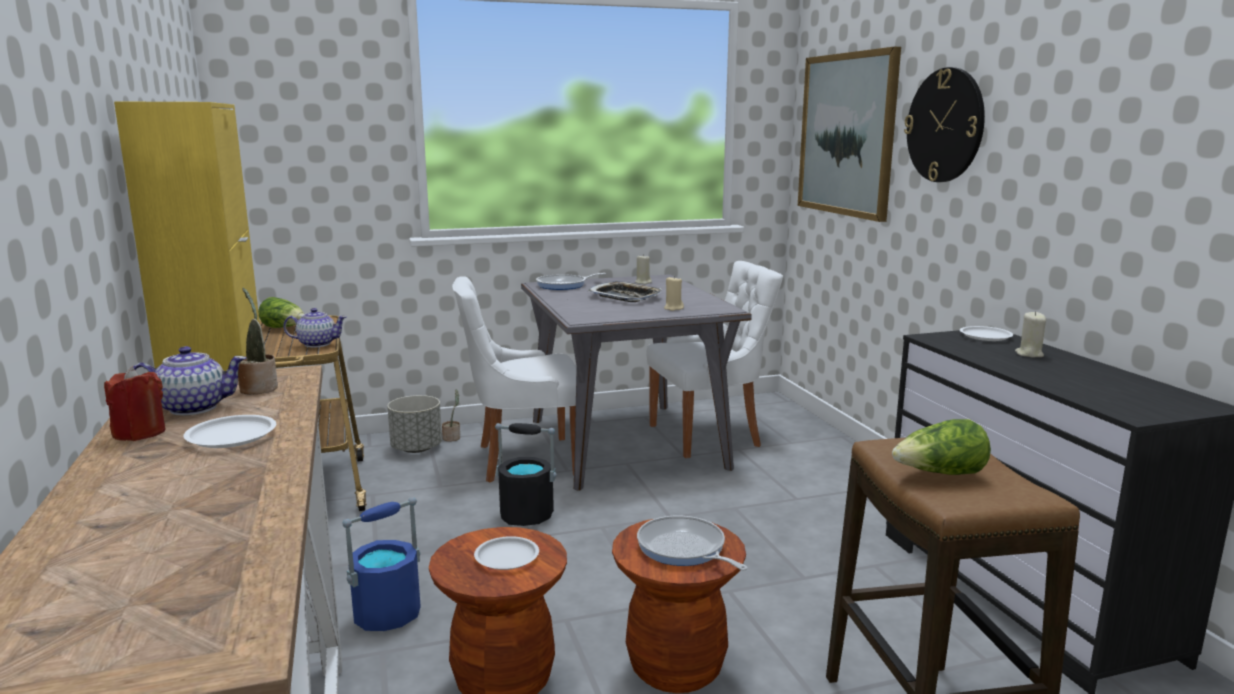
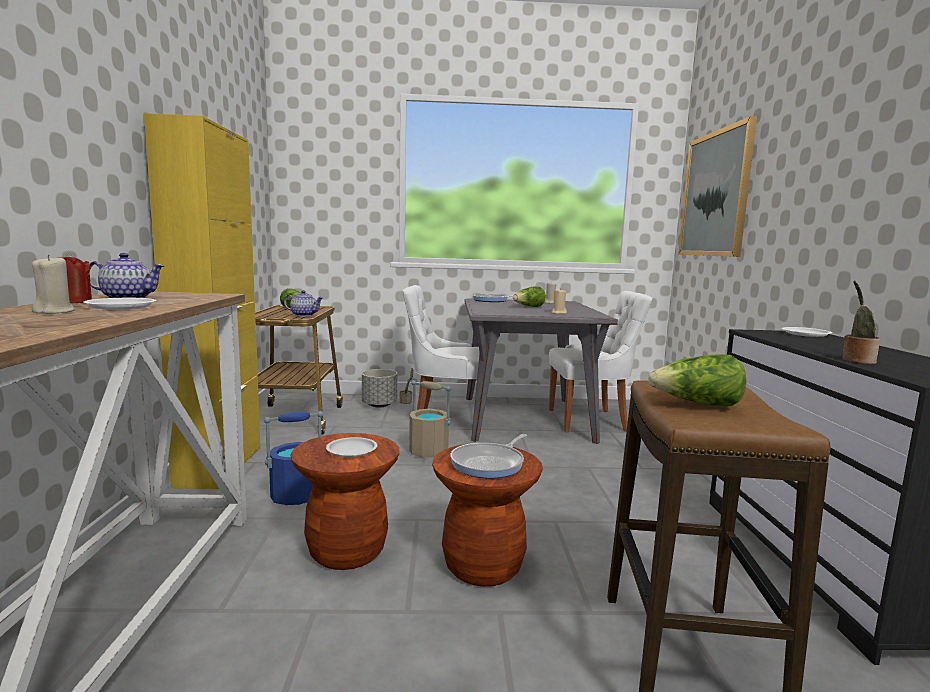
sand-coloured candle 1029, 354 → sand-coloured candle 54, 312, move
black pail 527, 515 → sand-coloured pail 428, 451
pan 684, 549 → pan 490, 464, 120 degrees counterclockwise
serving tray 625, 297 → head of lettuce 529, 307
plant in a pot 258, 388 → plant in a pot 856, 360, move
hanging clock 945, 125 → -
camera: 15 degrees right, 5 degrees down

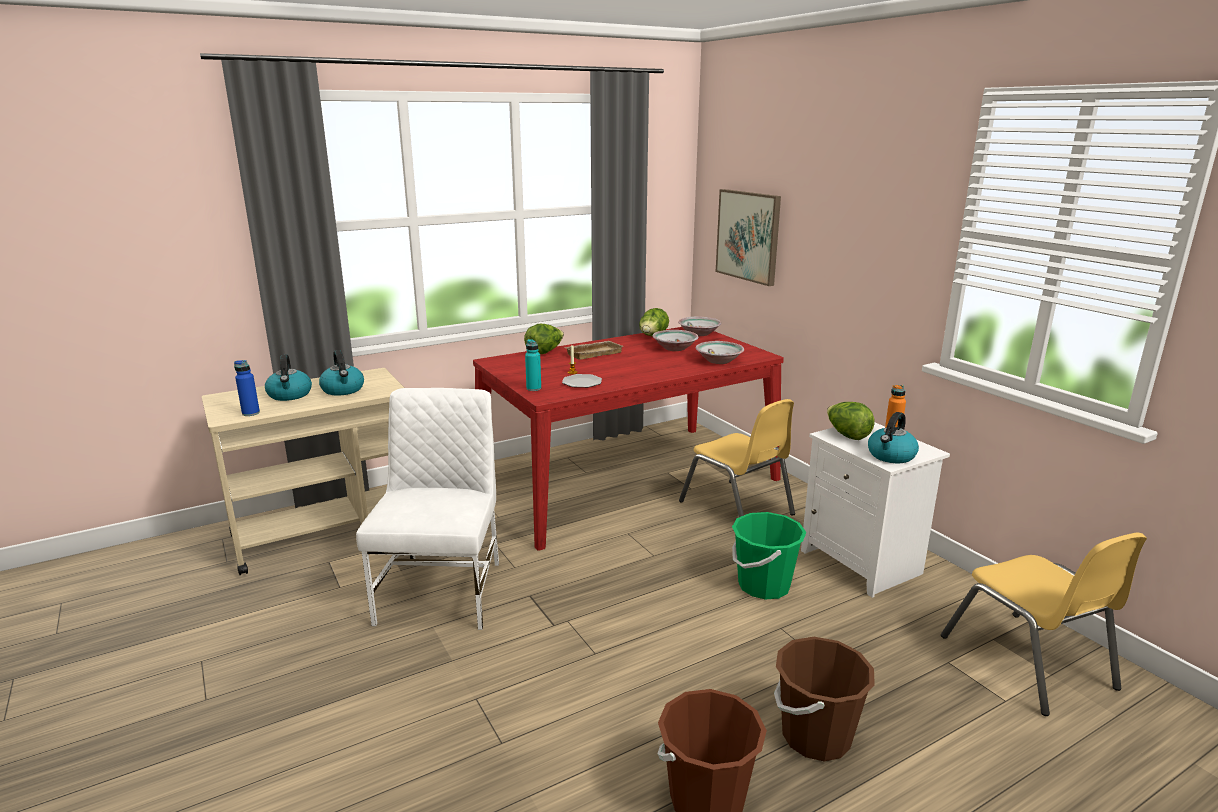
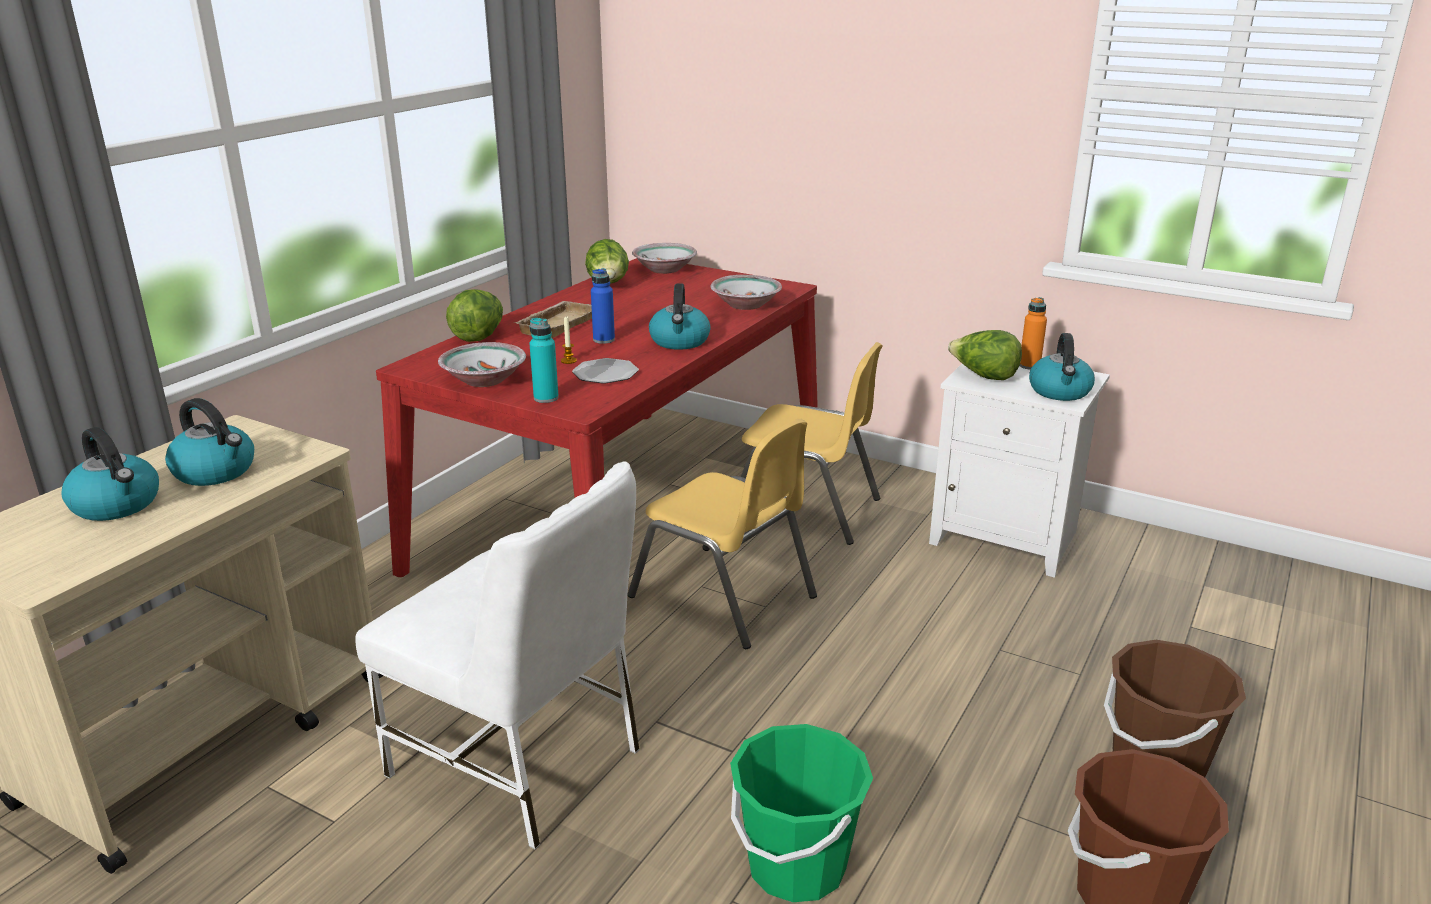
white plain chair 443, 591 → white plain chair 519, 762, 150 degrees clockwise
bowl 674, 348 → bowl 483, 380, move
blue-coloured beverage bottle 251, 413 → blue-coloured beverage bottle 604, 340, move
yellow-coloured plain chair 1027, 662 → yellow-coloured plain chair 724, 597, move
- → water kettle 680, 341
green-coloured pail 763, 586 → green-coloured pail 796, 866, move
picture 748, 236 → -
camera: 30 degrees left, 5 degrees up

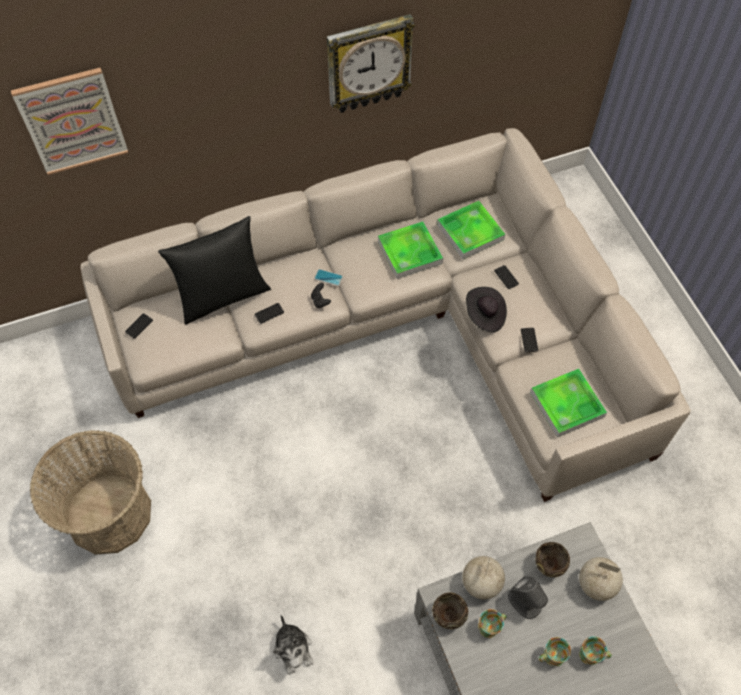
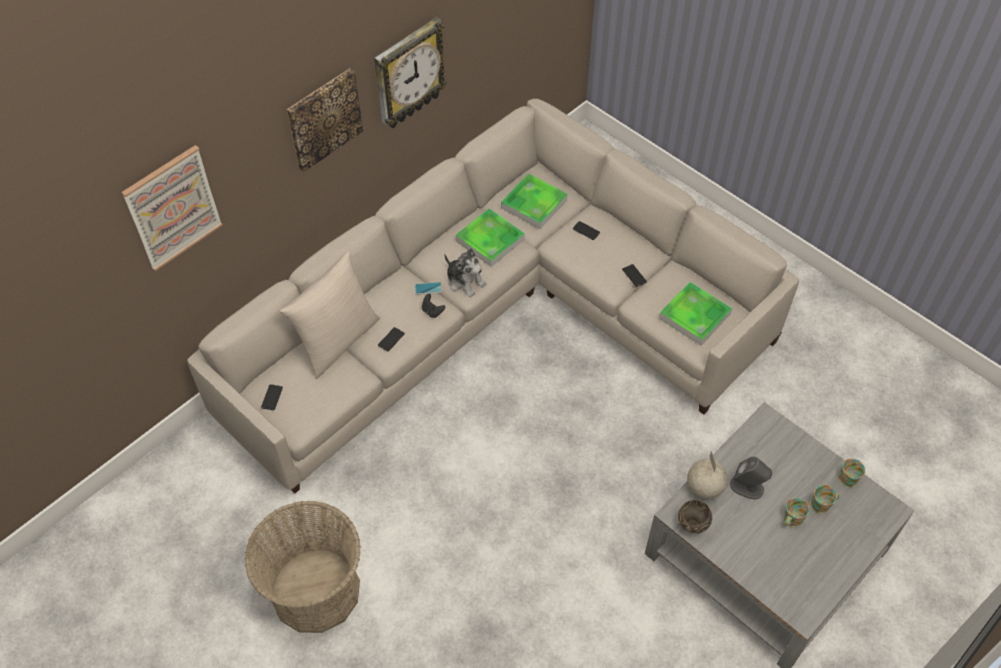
black throw pillow 222, 296 → sand-coloured throw pillow 337, 341
- → picture 324, 119
soft toy 293, 649 → soft toy 465, 281, move
coffee mug 491, 626 → coffee mug 849, 477, move
black hat 485, 315 → -
brown-coloured bowl 549, 566 → -
desk globe 596, 585 → -
camera: 25 degrees left, 5 degrees down

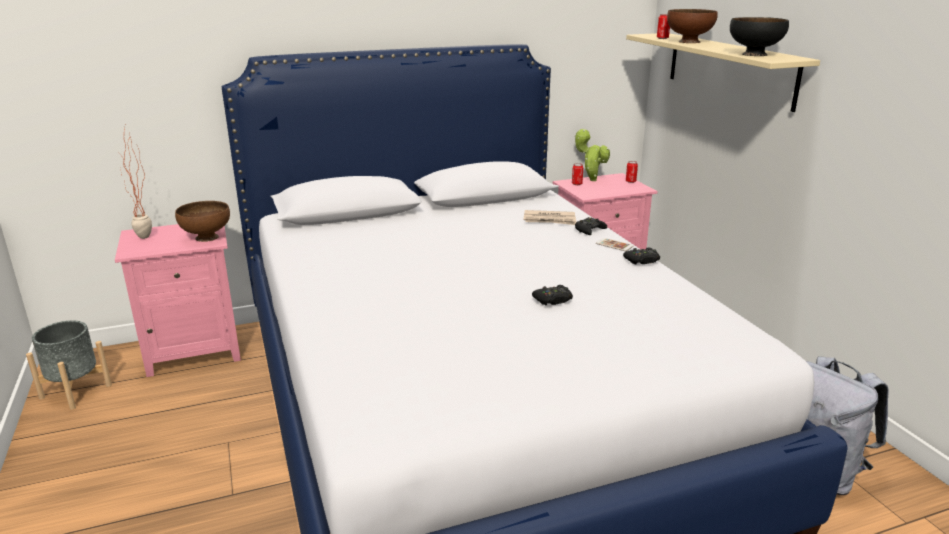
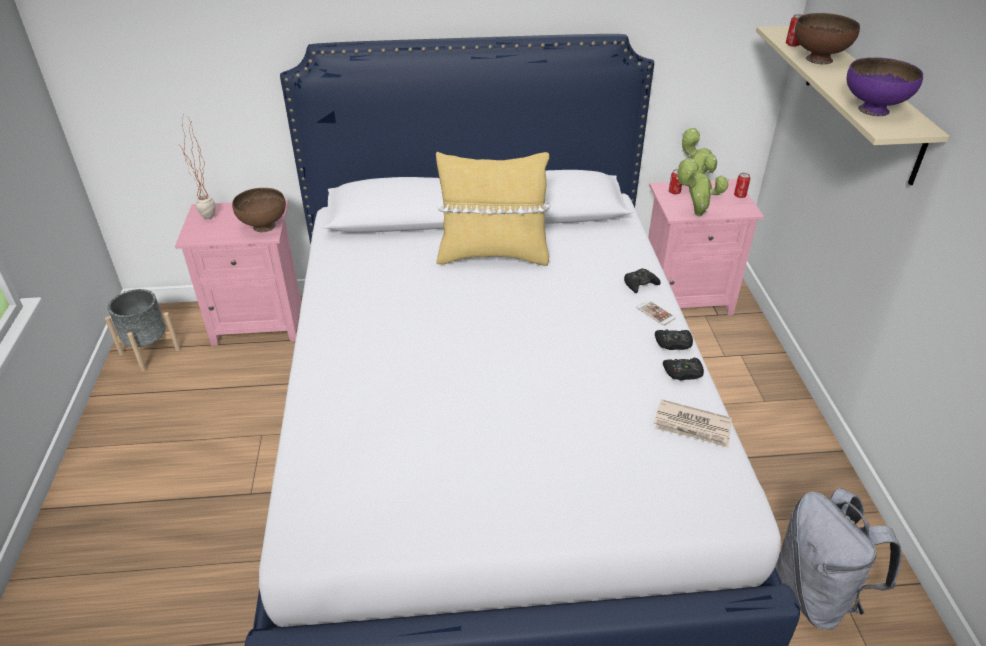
- → yellow-coloured throw pillow 492, 255
newspaper 550, 220 → newspaper 692, 426, move
black joypad 553, 300 → black joypad 683, 373, move
- → plant in a pot 695, 214
black bowl 754, 54 → purplish bowl 873, 109
camera: 15 degrees right, 15 degrees up

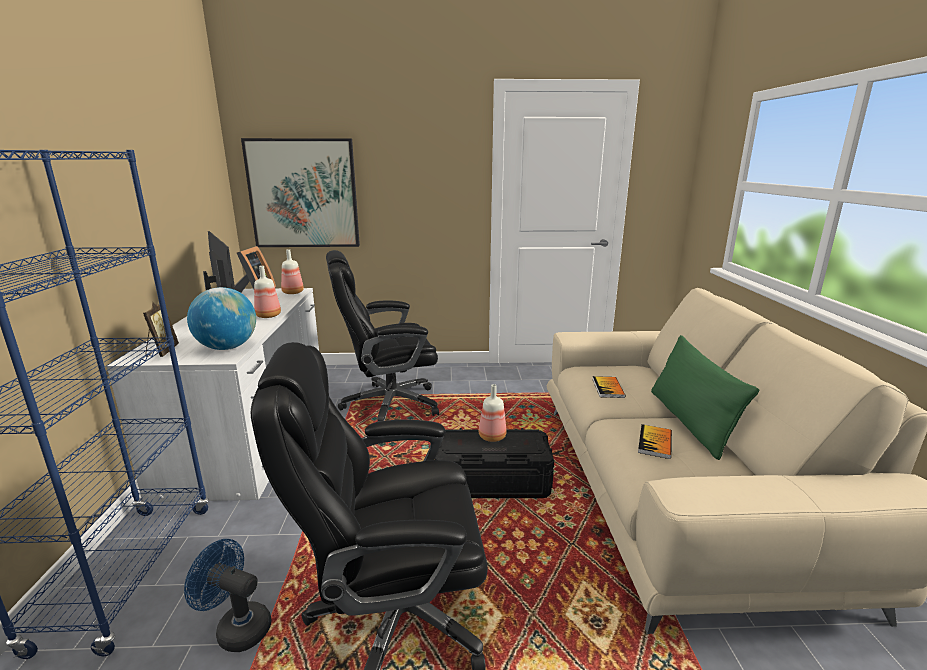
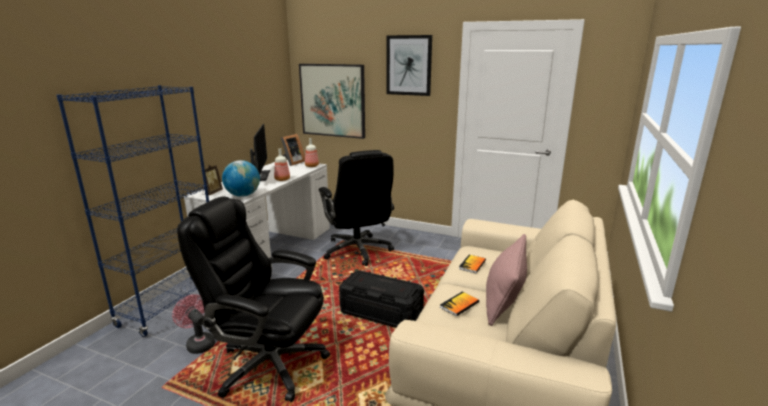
blue-coloured fan 237, 627 → pink-coloured fan 198, 343
black computer chair 388, 405 → black computer chair 358, 251, 120 degrees counterclockwise
- → picture 408, 65
green-coloured throw pillow 689, 421 → pink-coloured throw pillow 504, 299
beverage bottle 492, 437 → -
camera: 25 degrees right, 0 degrees up

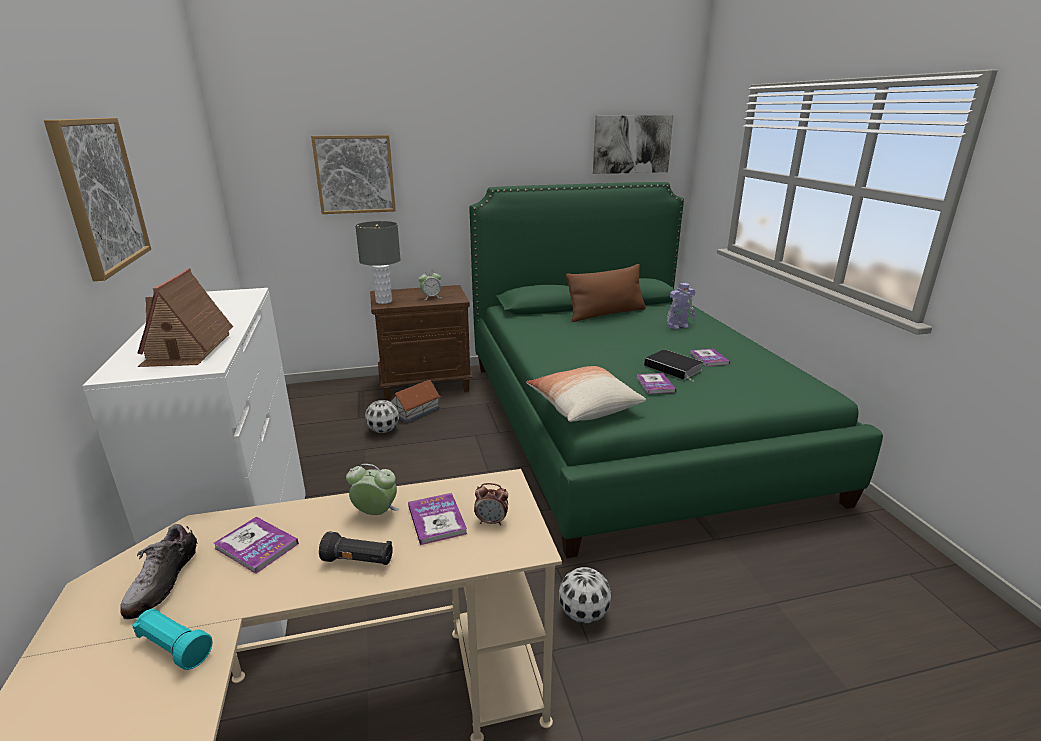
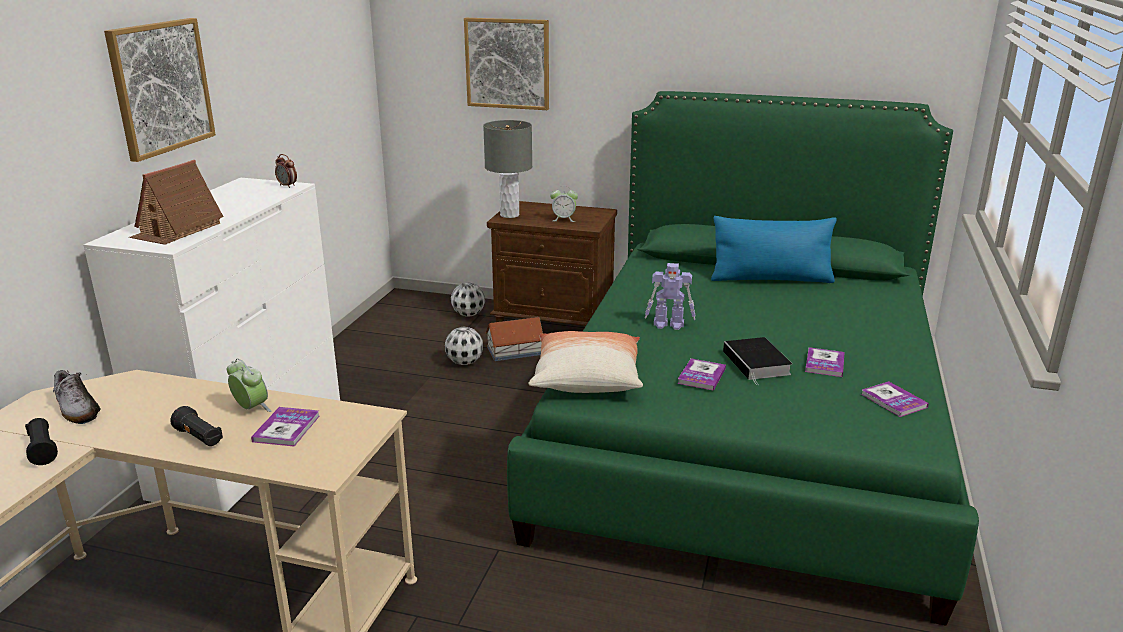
turquoise hand torch 174, 647 → black hand torch 43, 450
low shoe 162, 582 → low shoe 77, 409, 75 degrees counterclockwise
bedside clock 491, 521 → bedside clock 287, 186, move
football 584, 615 → football 468, 315, move
robot figure 679, 326 → robot figure 669, 325, move
brown-coloured throw pillow 606, 314 → blue-coloured throw pillow 771, 279
book 256, 546 → book 893, 400, move
picture 631, 144 → -
camera: 30 degrees right, 0 degrees up

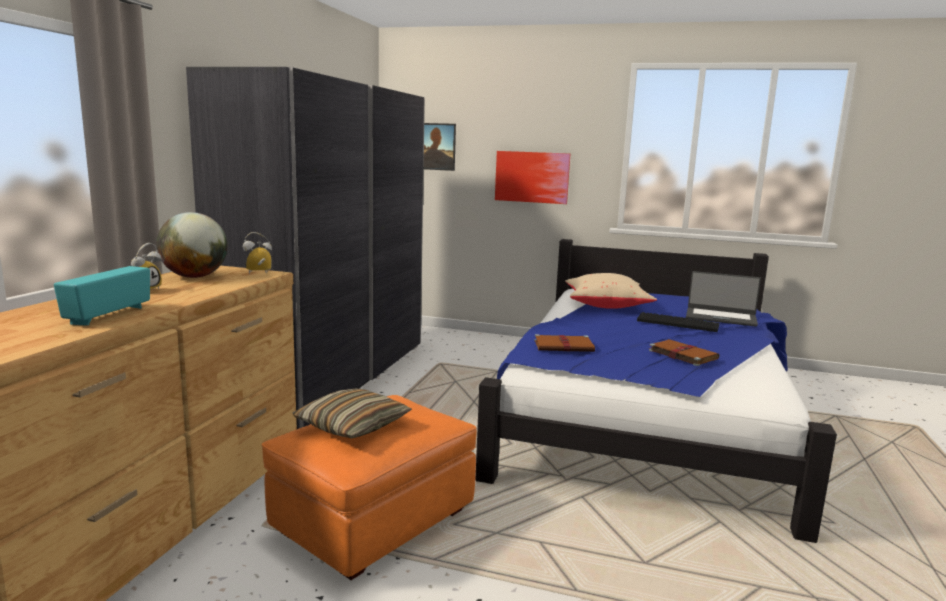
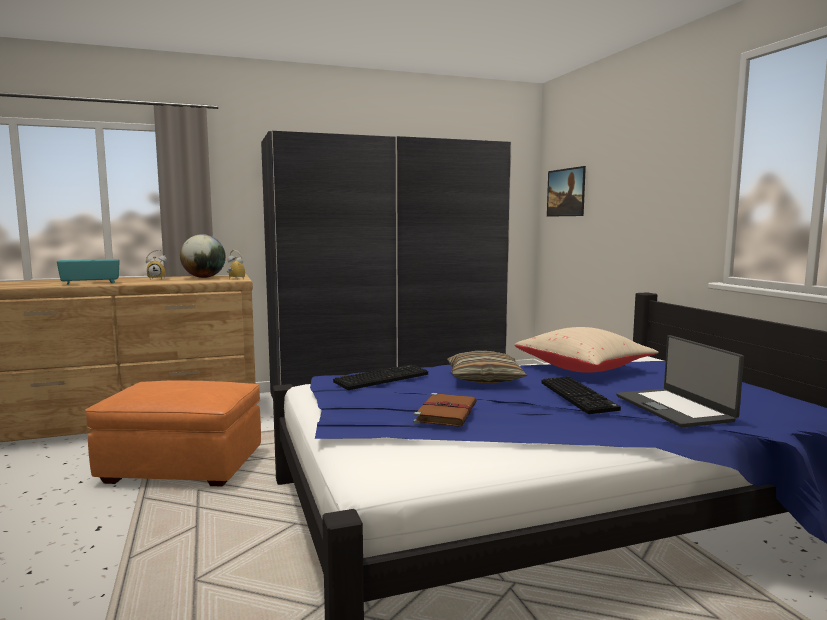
brown-coloured book 564, 346 → computer keyboard 382, 378
throw pillow 352, 425 → throw pillow 484, 379, move
picture 532, 177 → -
camera: 55 degrees right, 5 degrees down

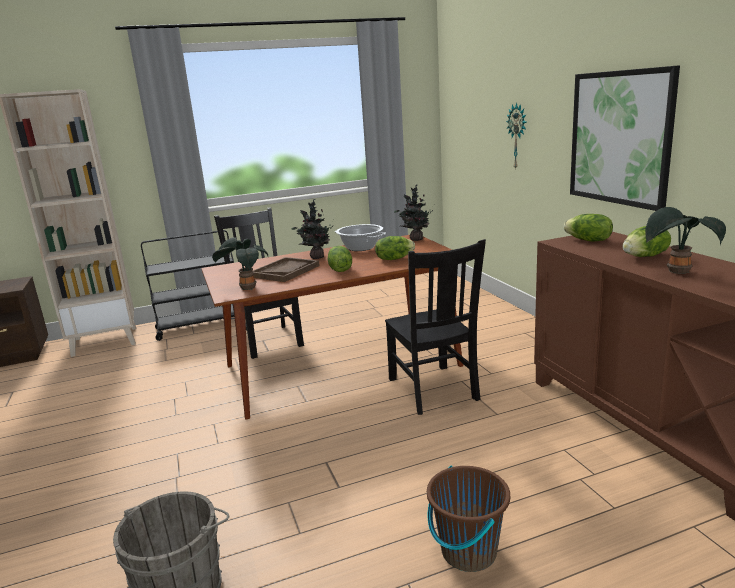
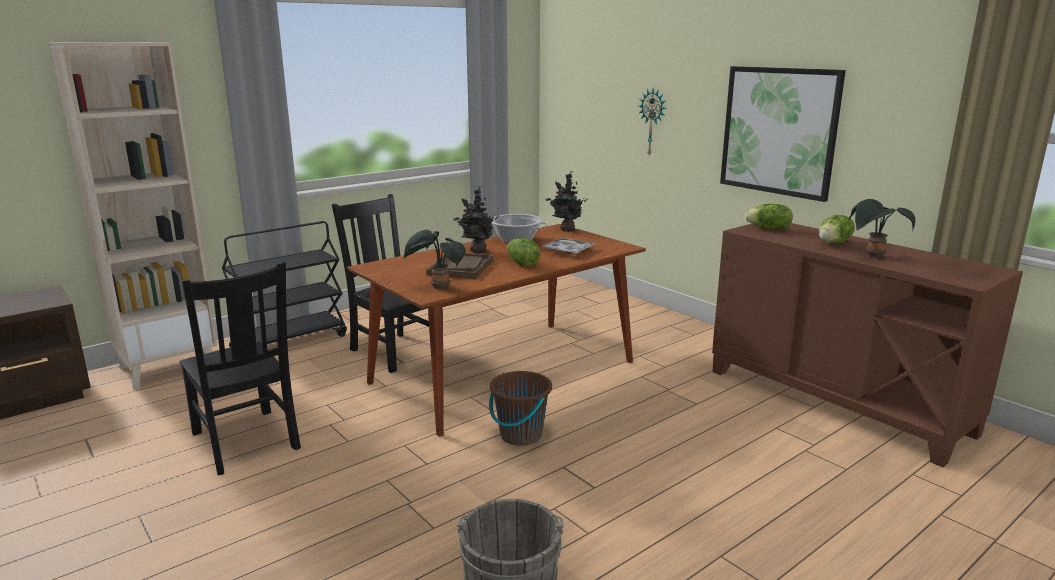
black plain chair 433, 390 → black plain chair 246, 442, move
brown-coloured pail 468, 551 → brown-coloured pail 520, 435, move
head of lettuce 394, 259 → serving tray 568, 251
camera: 20 degrees left, 0 degrees up

